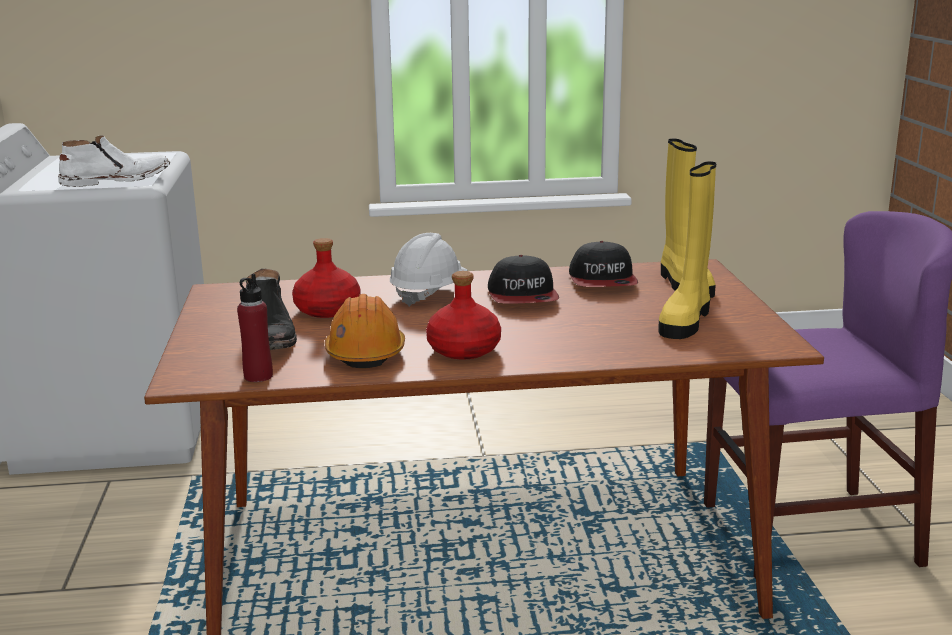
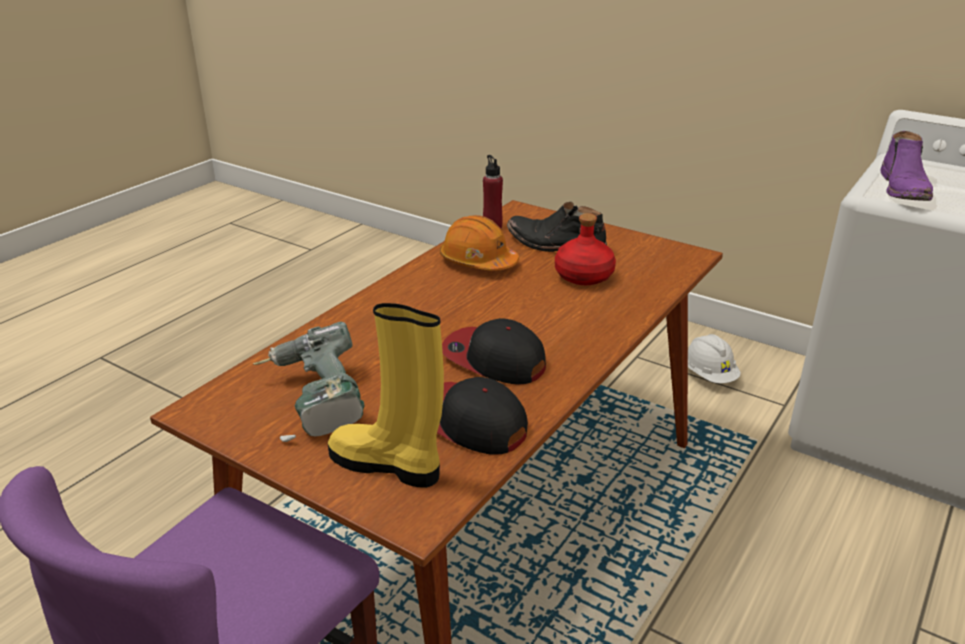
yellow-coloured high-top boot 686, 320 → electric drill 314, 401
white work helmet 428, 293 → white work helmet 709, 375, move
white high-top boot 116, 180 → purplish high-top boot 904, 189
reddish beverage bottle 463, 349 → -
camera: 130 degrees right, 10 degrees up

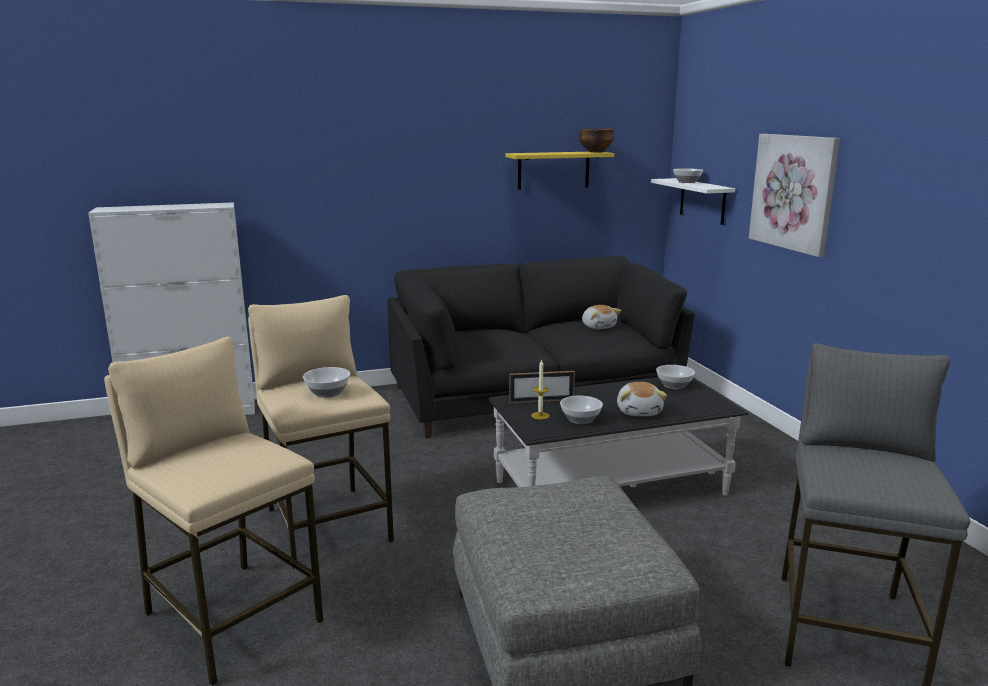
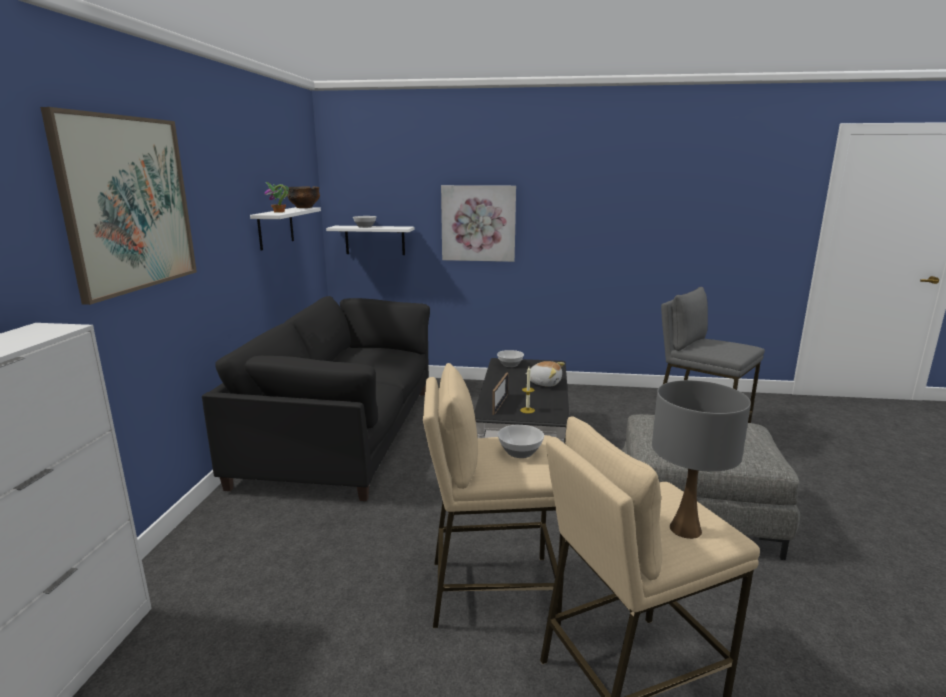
- → picture 128, 204
yellow-coloured shelf 553, 170 → white shelf 275, 228
- → plant in a pot 279, 212
- → grey table lamp 685, 529
bowl 581, 420 → -
soft toy 598, 327 → -
camera: 65 degrees left, 0 degrees up

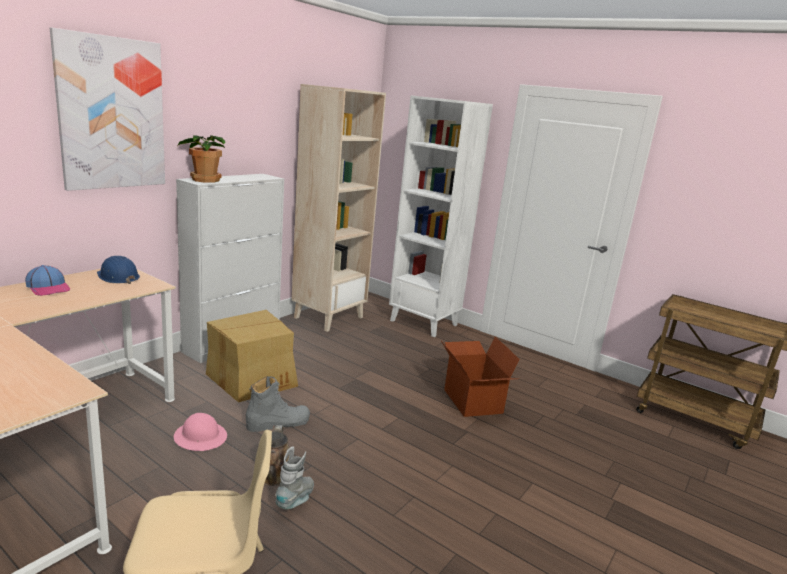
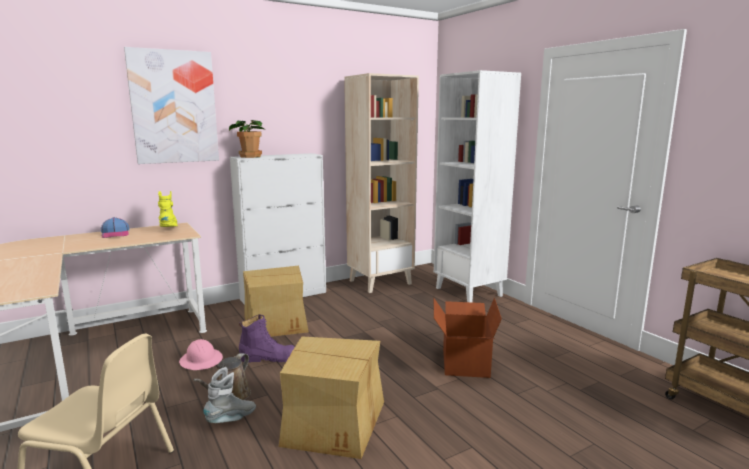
blue-coloured work helmet 118, 277 → yellow-coloured high-top boot 169, 229
grey high-top boot 278, 423 → purplish high-top boot 268, 358
- → cardboard box 333, 422
camera: 25 degrees right, 5 degrees down

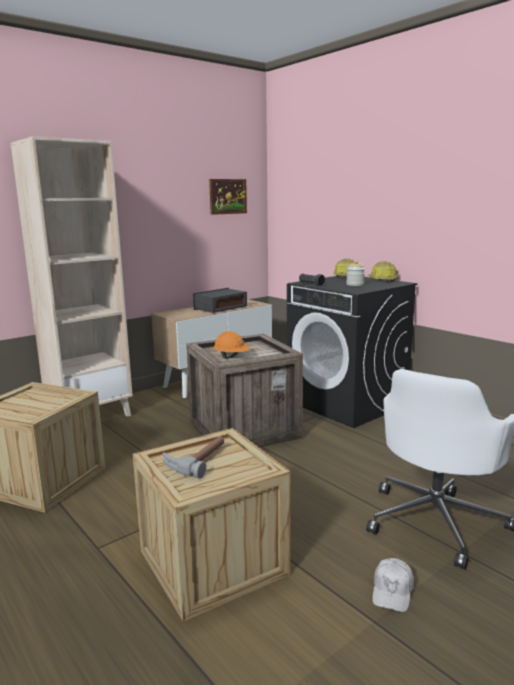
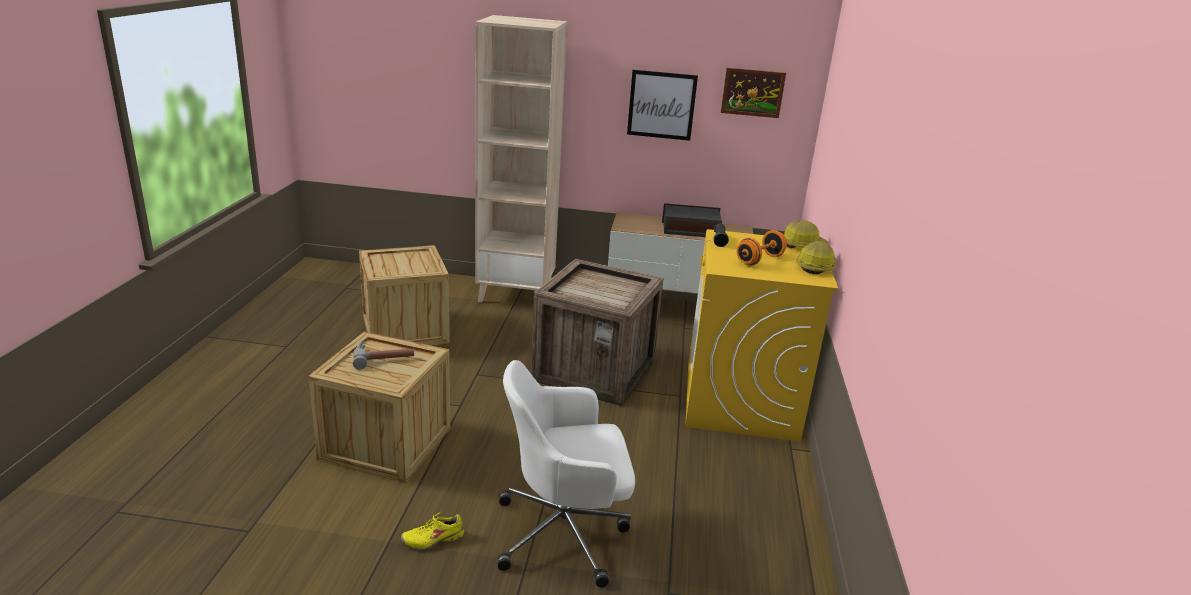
white baseball cap 392, 591 → yellow-coloured low shoe 433, 539
- → picture 661, 105
black laundry machine 347, 403 → yellow-coloured laundry machine 741, 402
storage jar 355, 284 → orange free weight 759, 260
orange work helmet 232, 357 → -
camera: 45 degrees right, 10 degrees up

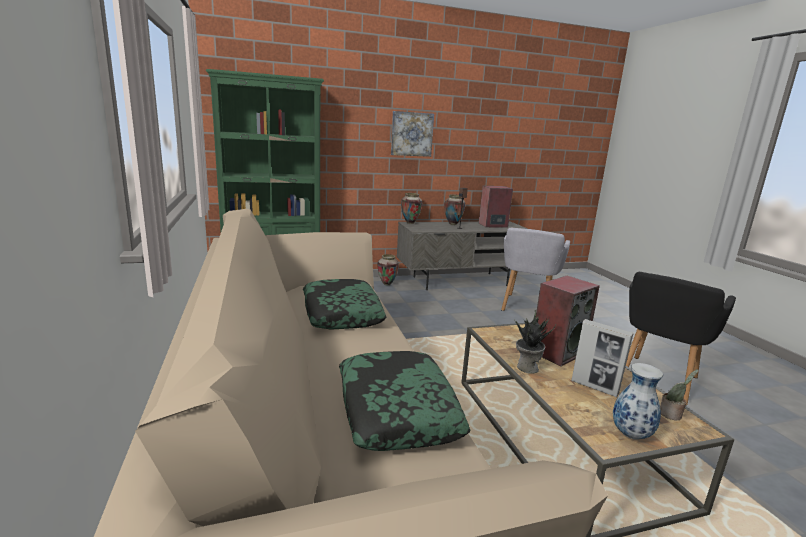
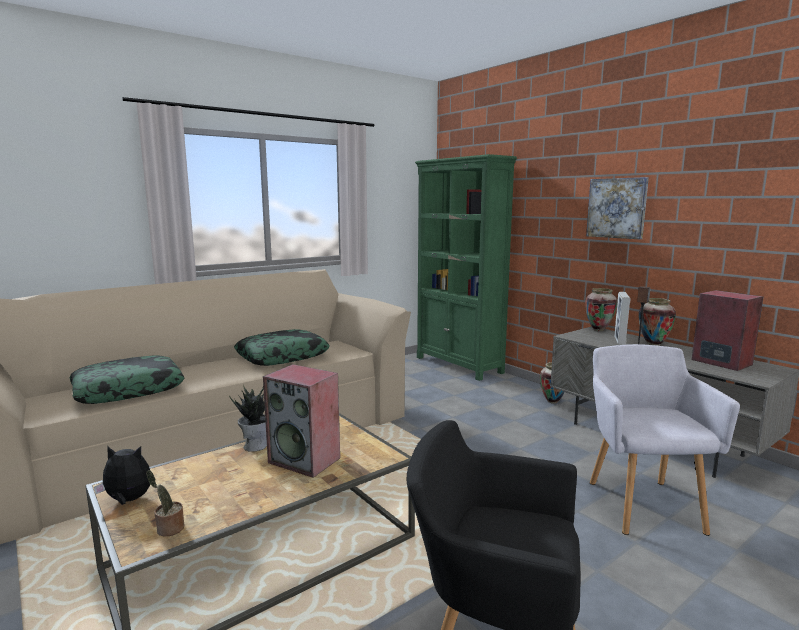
flower vase 632, 435 → soft toy 128, 500
grey lounge chair 526, 307 → grey lounge chair 642, 502, 90 degrees clockwise
photo frame 594, 387 → photo frame 619, 341, move
camera: 70 degrees right, 5 degrees down

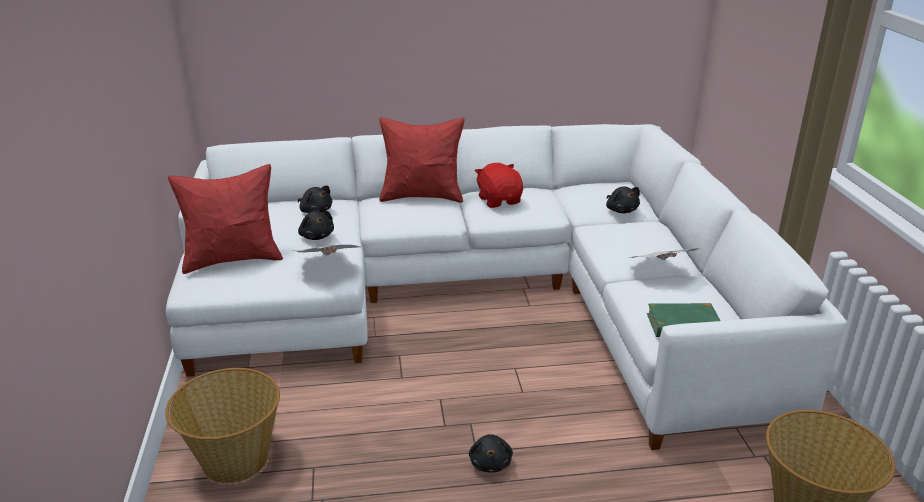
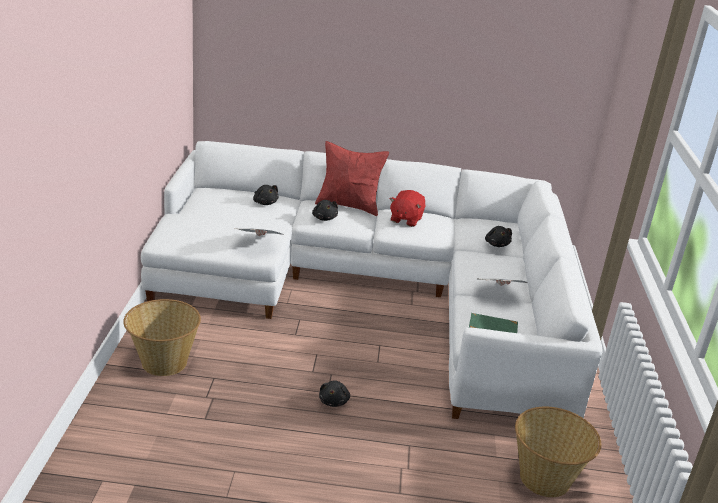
black soft toy 316, 236 → black soft toy 324, 218, move
reddish soft toy 499, 200 → reddish soft toy 405, 219, 150 degrees counterclockwise
reddish throw pillow 233, 259 → -
camera: 10 degrees right, 0 degrees up

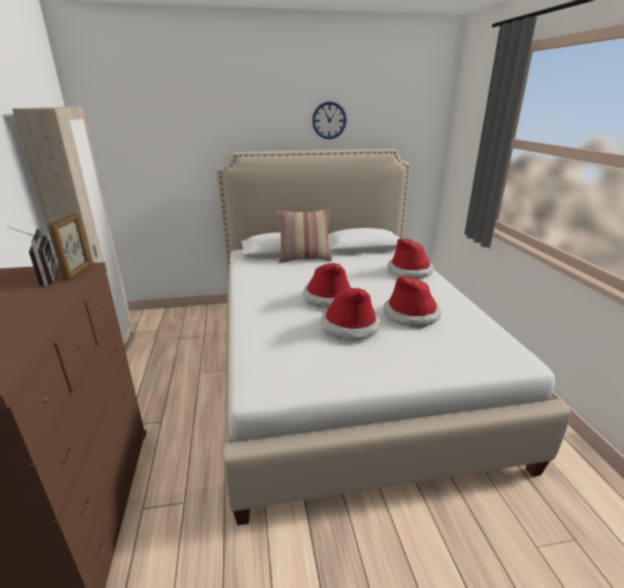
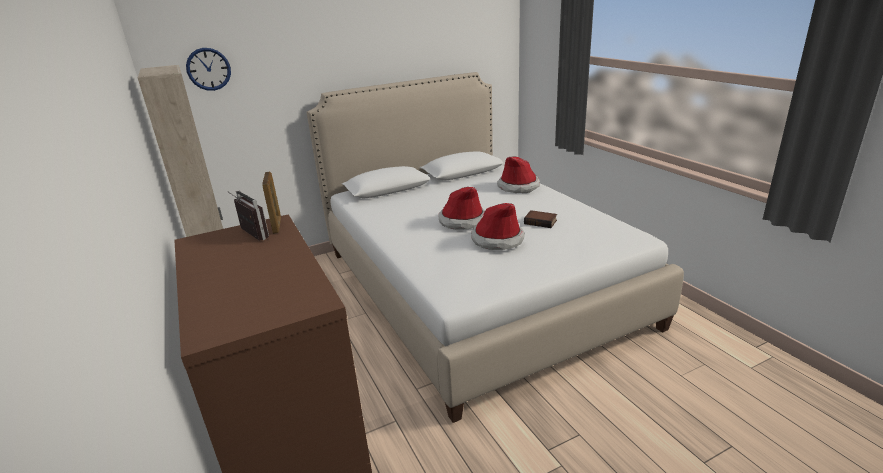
hanging clock 329, 120 → hanging clock 208, 69, move
hat 411, 315 → book 541, 222
throw pillow 304, 259 → -
camera: 15 degrees left, 0 degrees up

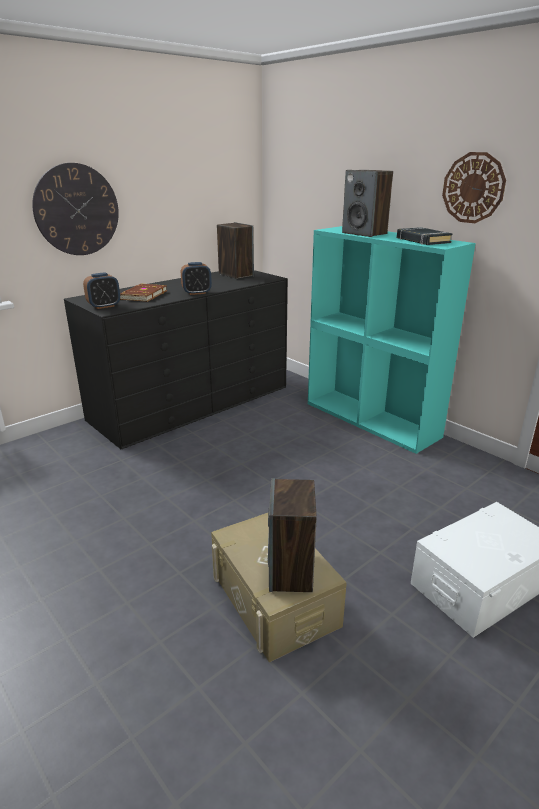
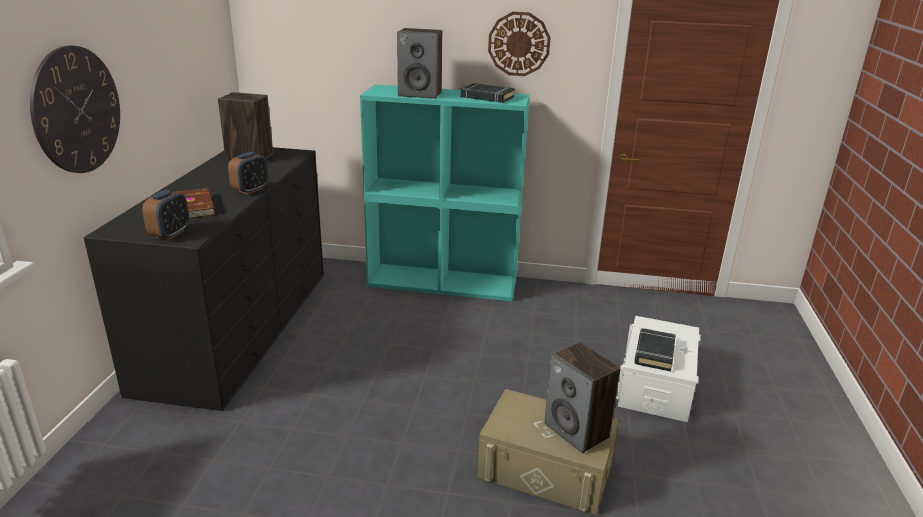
- → black book 654, 353
camera: 40 degrees left, 0 degrees up

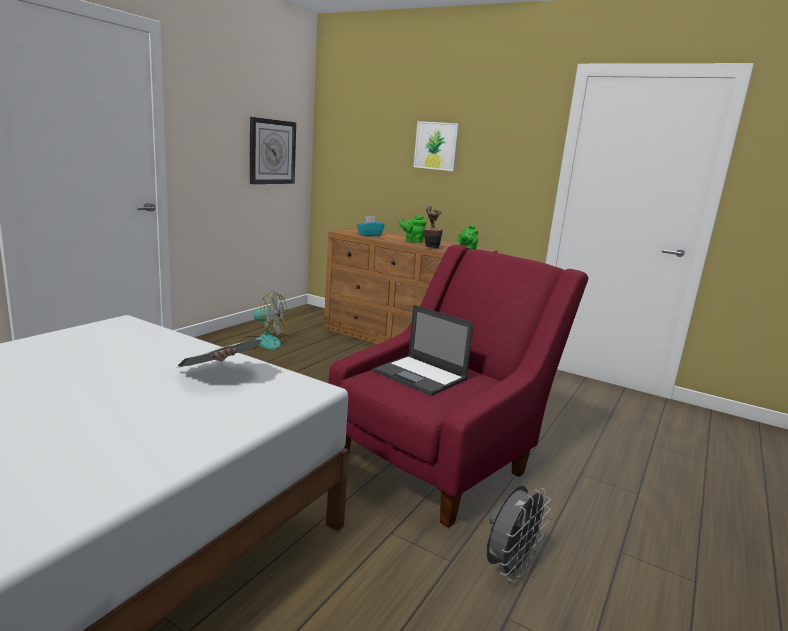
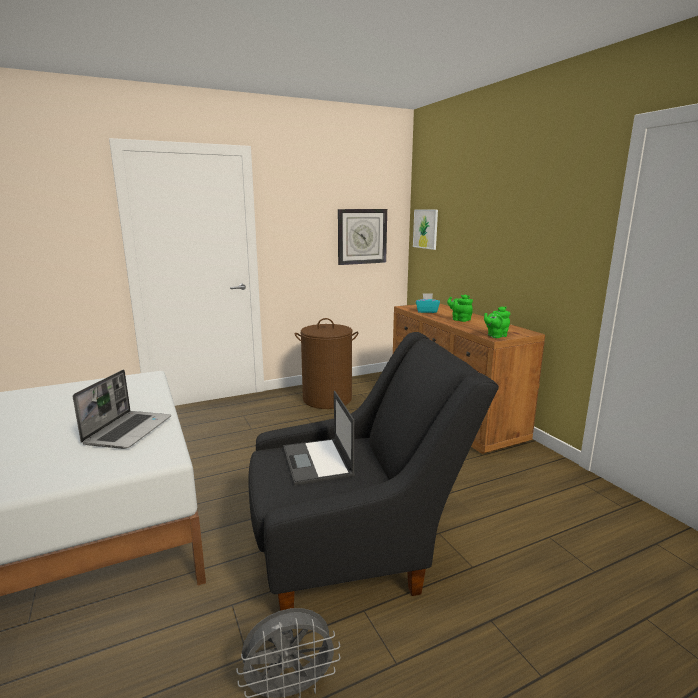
newspaper 219, 375 → laptop 128, 430
reddish lounge chair 441, 459 → black lounge chair 354, 549
fan 261, 342 → brown-coloured washing basket 327, 399
picture 436, 146 → picture 425, 229, move
plant in a pot 430, 247 → -
camera: 35 degrees right, 0 degrees up

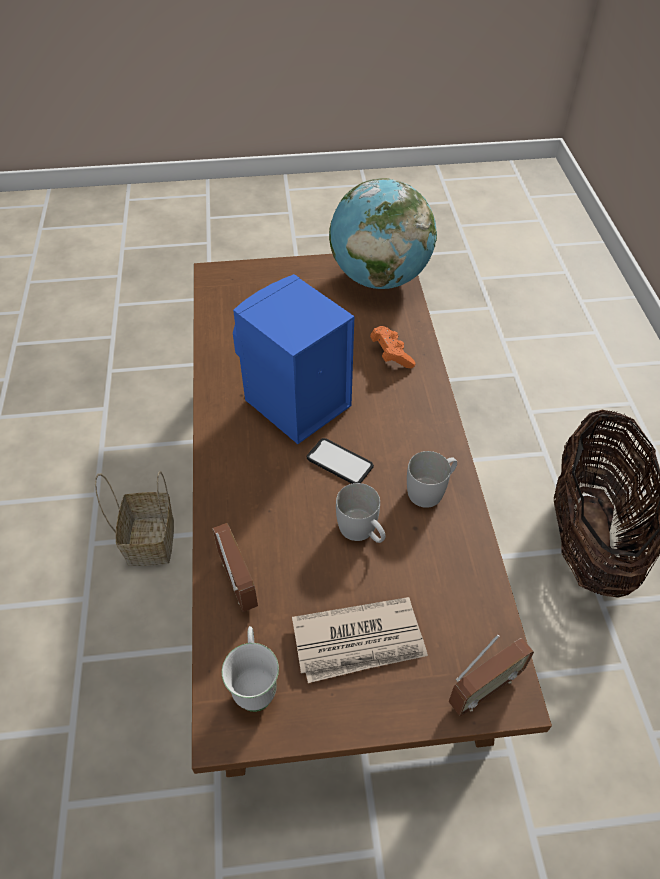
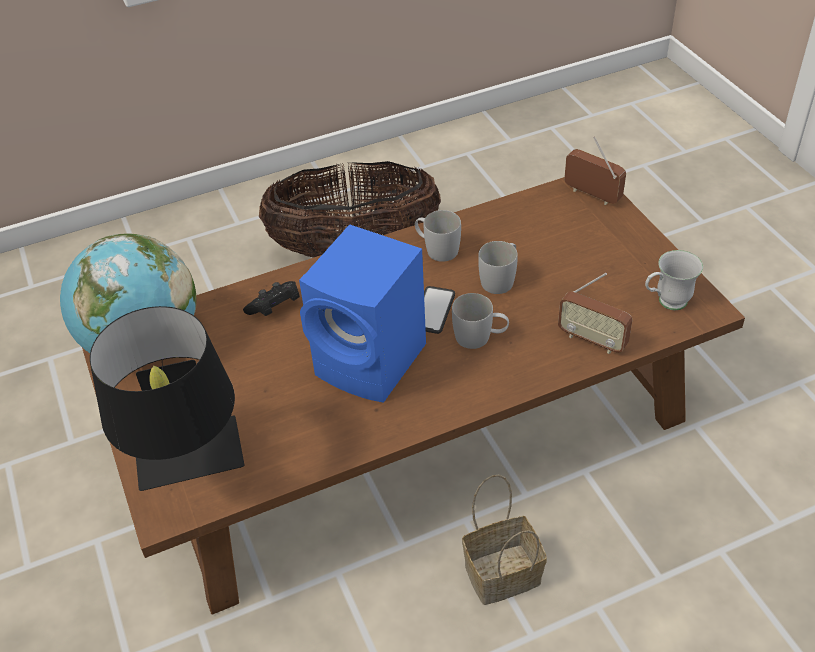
- → black table lamp 192, 470
orange joypad 391, 355 → black joypad 275, 308
- → white coffee mug 480, 337
radio set 237, 582 → radio set 592, 340, 105 degrees counterclockwise
newspaper 359, 642 → -
camera: 105 degrees left, 5 degrees down

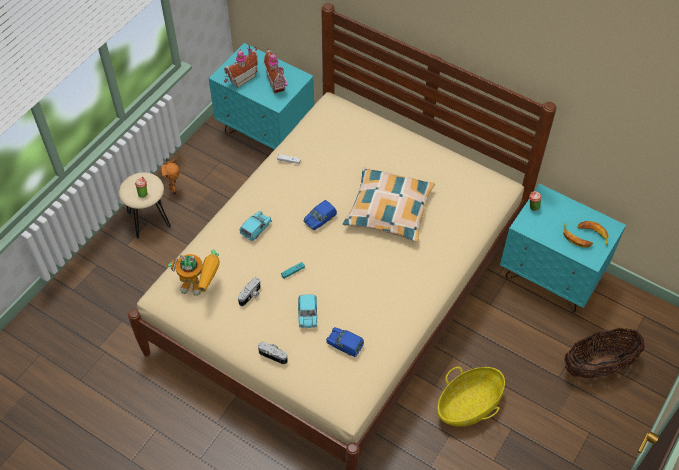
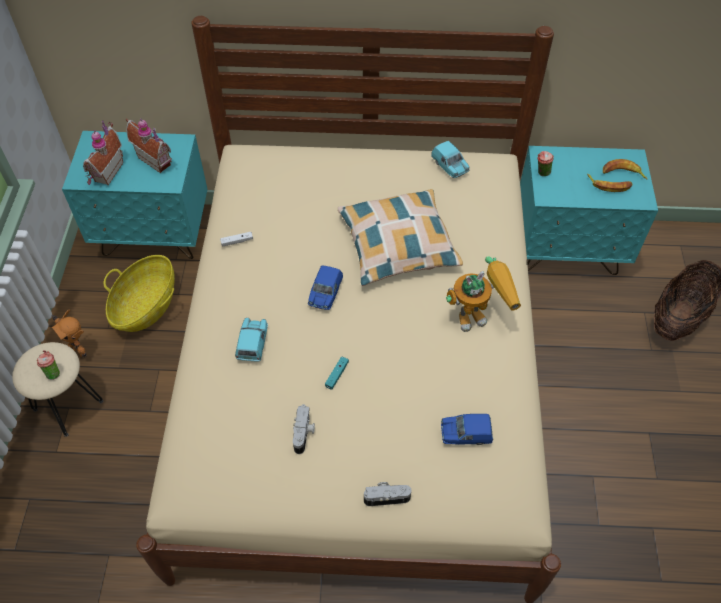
household basket 468, 405 → household basket 146, 306, move
turquoise model car 307, 315 → turquoise model car 449, 167, move
robot figure 200, 286 → robot figure 479, 313, move
camera: 30 degrees left, 0 degrees up

